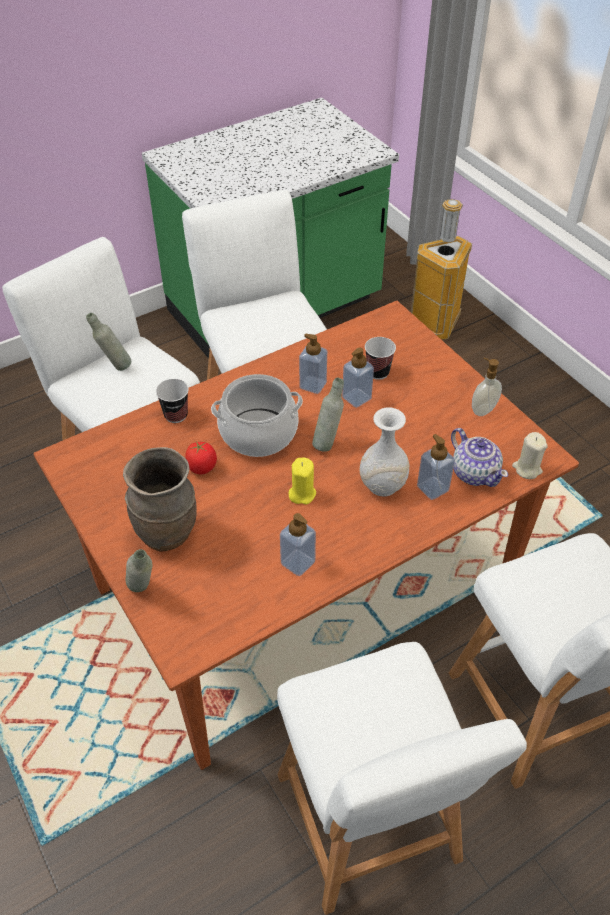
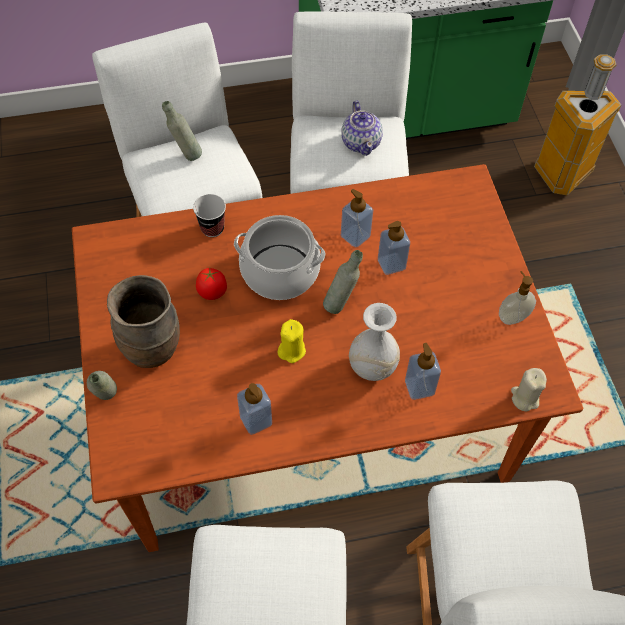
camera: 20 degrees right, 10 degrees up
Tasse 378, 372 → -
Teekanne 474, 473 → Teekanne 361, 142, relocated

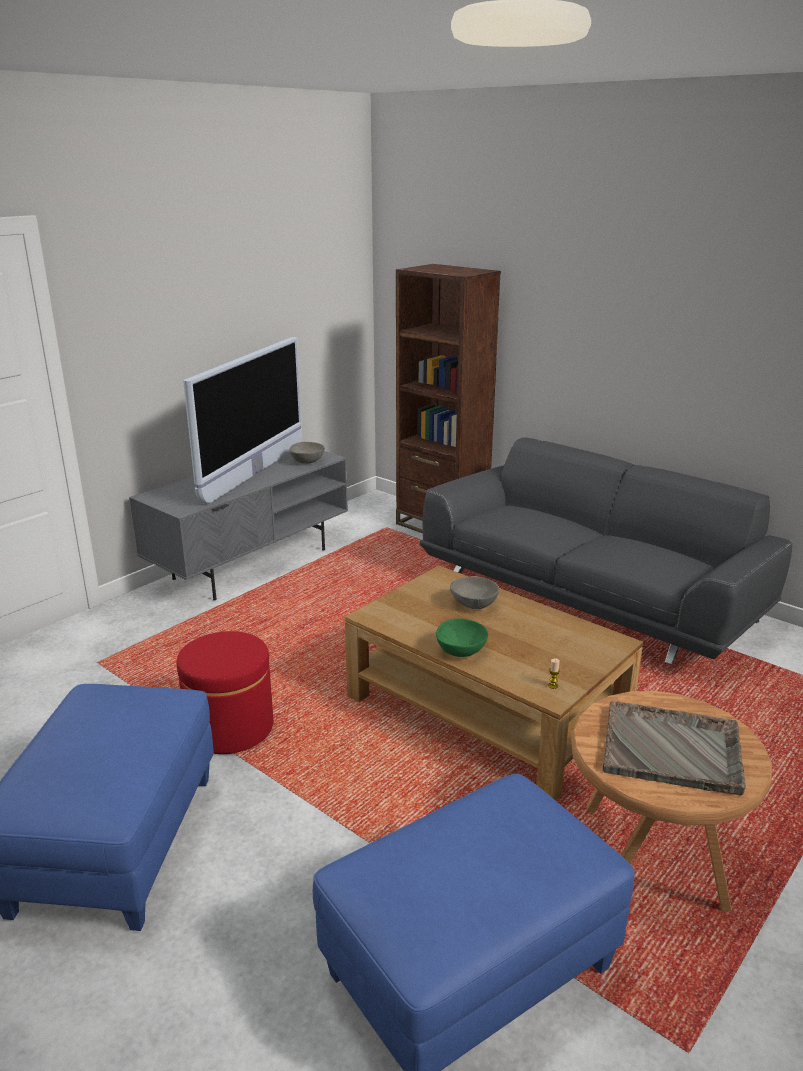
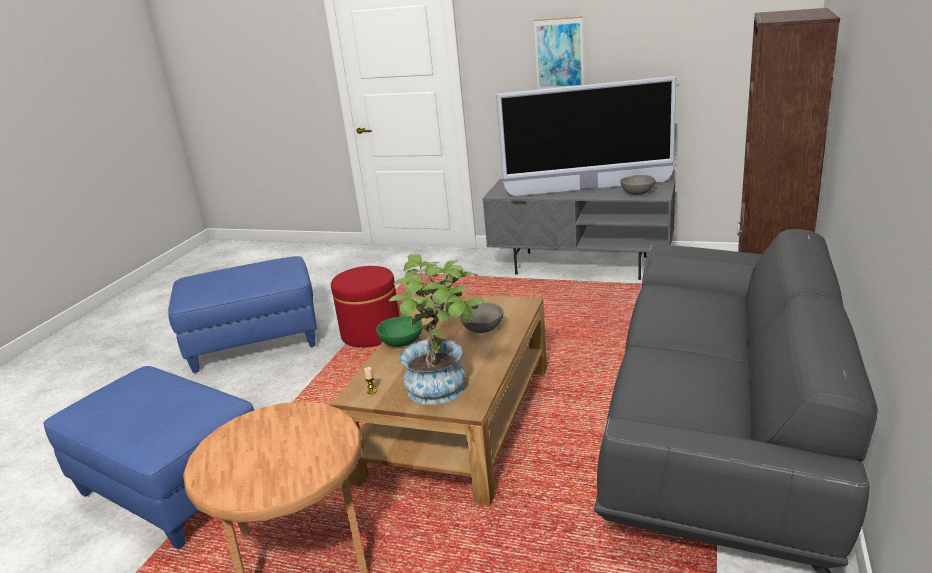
camera: 70 degrees right, 0 degrees up
Tablett/grau 673, 750 → -
- → Topfpflanze 445, 389
- → Bild 559, 56

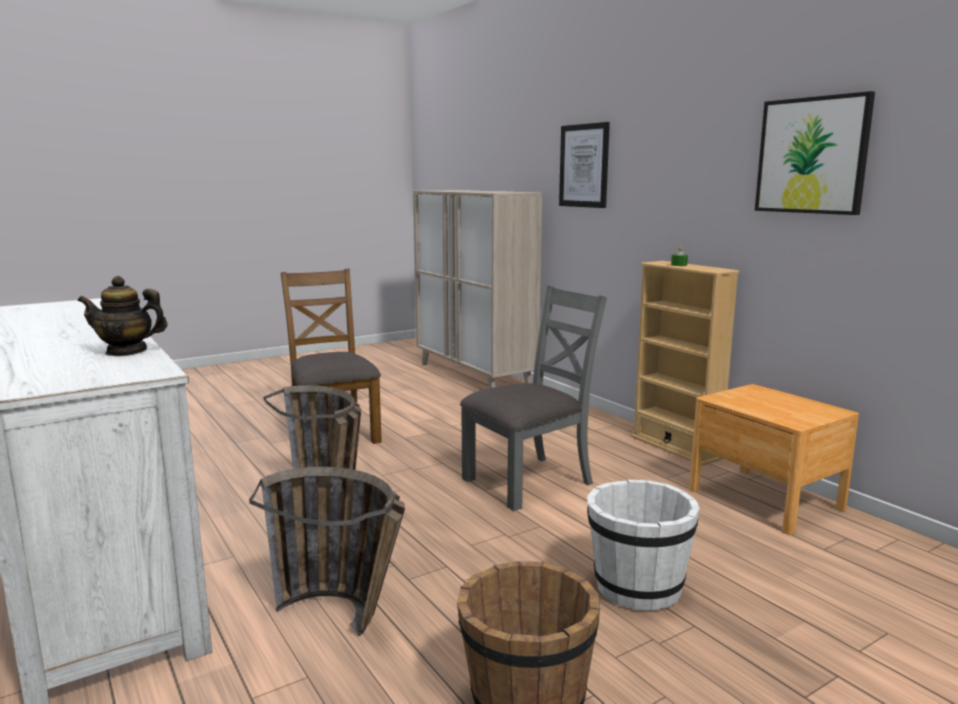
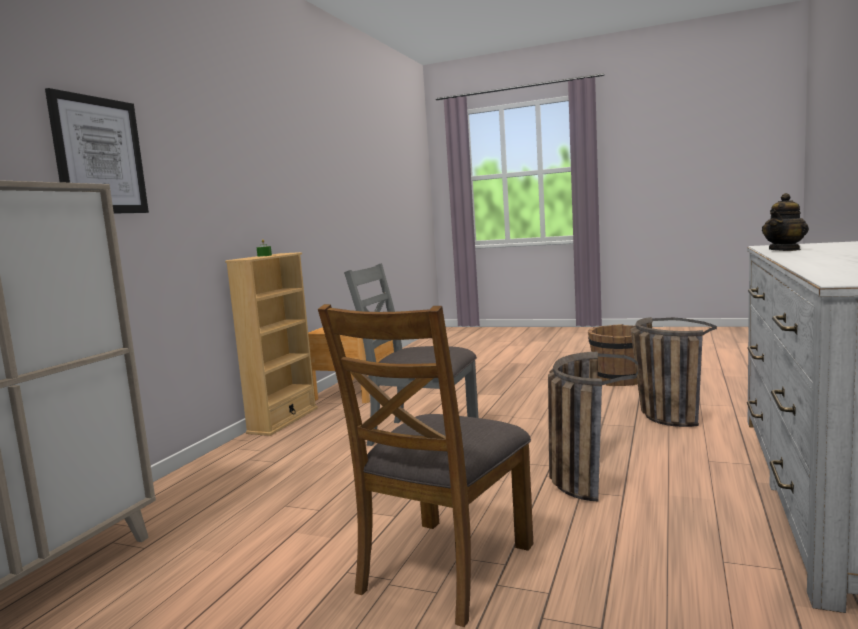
camera: 125 degrees left, 5 degrees down
Teekanne 126, 351 → Teekanne 785, 250, 90 degrees clockwise
Eimer/weiß 637, 587 → -
Bild 812, 155 → -

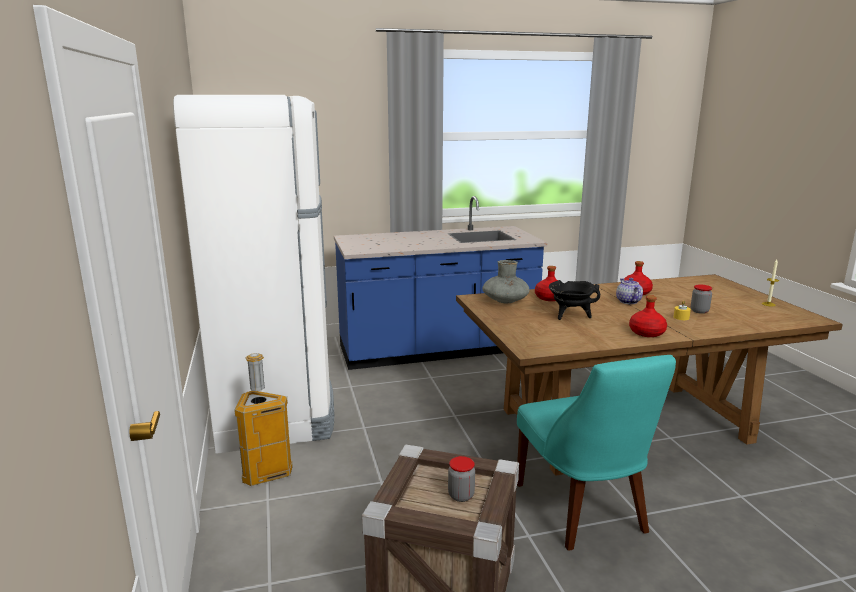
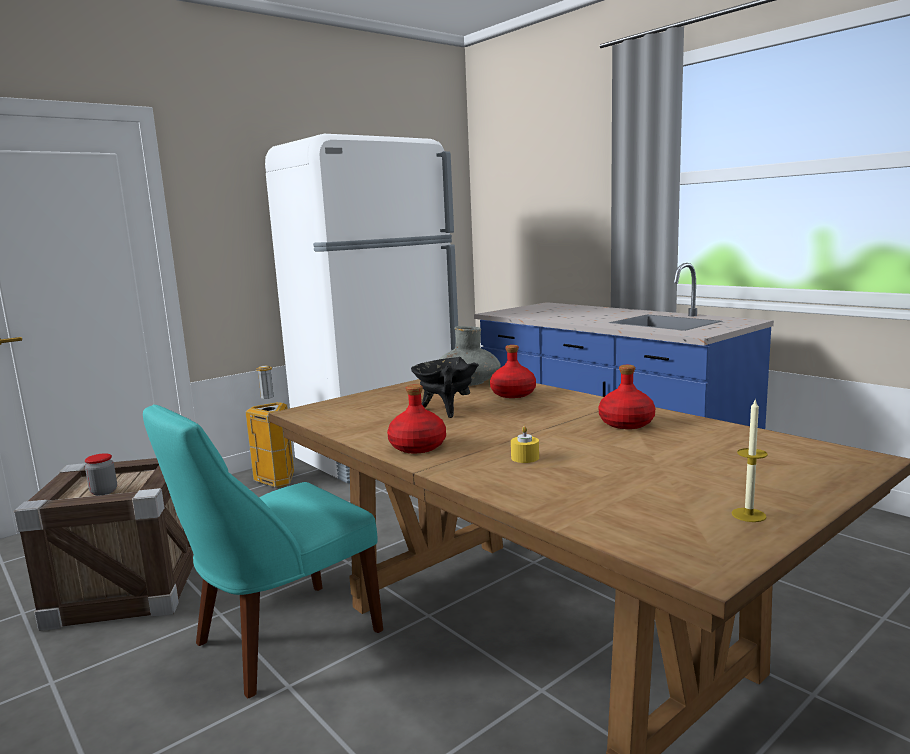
camera: 65 degrees right, 5 degrees down
Teekanne 627, 301 → -
Vorratsglas 699, 311 → -

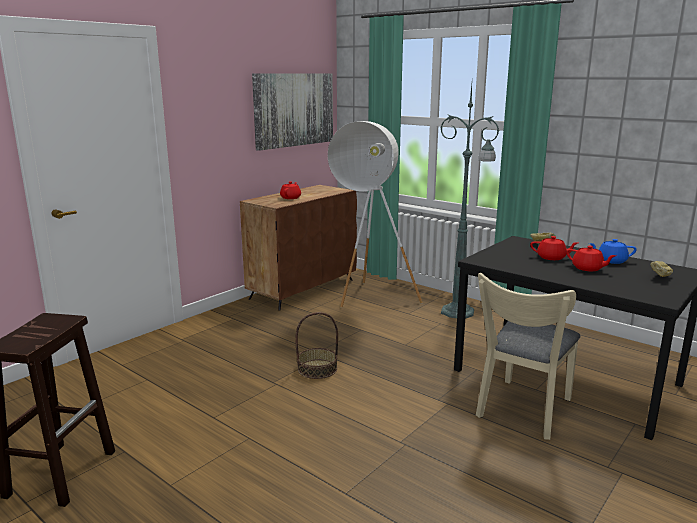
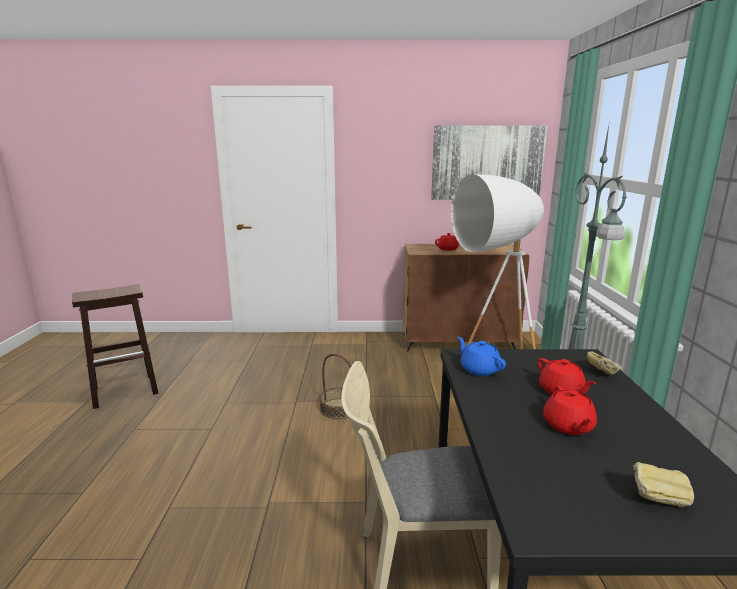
camera: 50 degrees right, 0 degrees up
Teekanne/blau 611, 261 → Teekanne/blau 479, 369, relocated

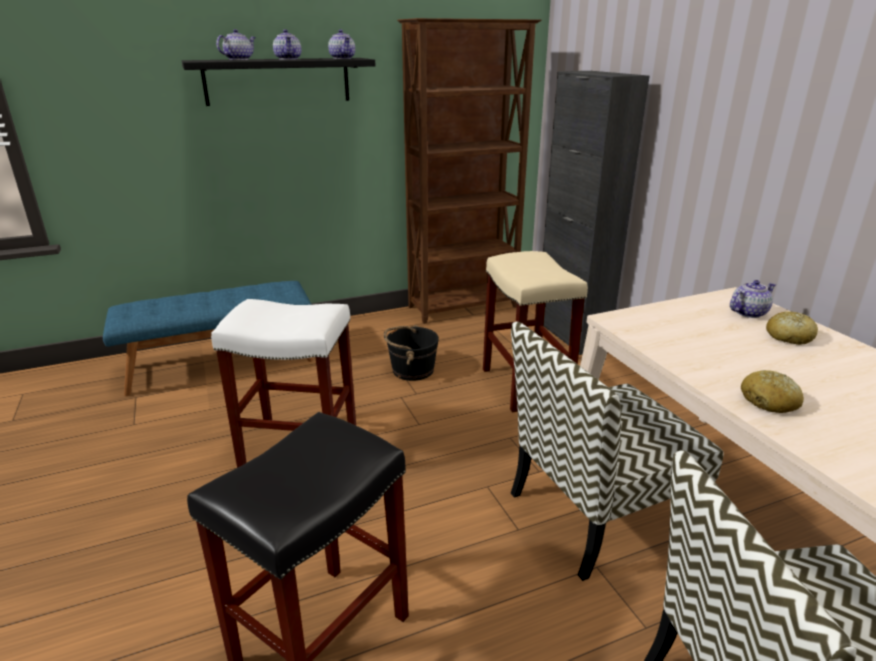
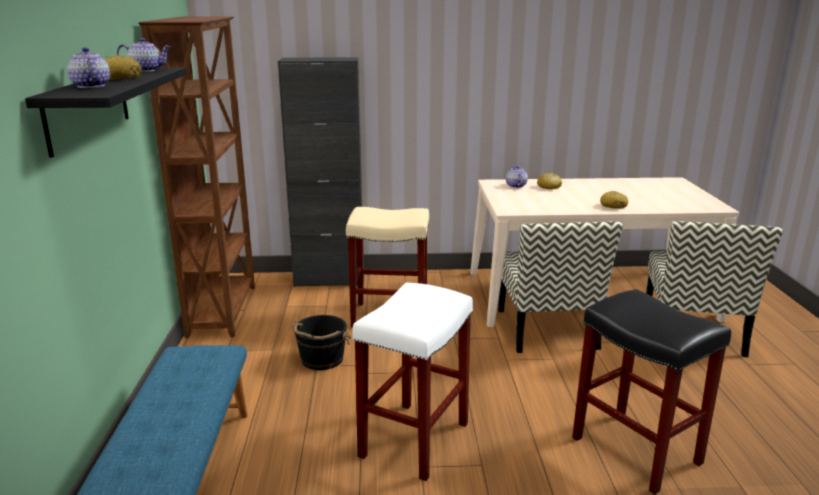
camera: 70 degrees left, 5 degrees down
Teekanne 288, 59 → Brot 121, 78

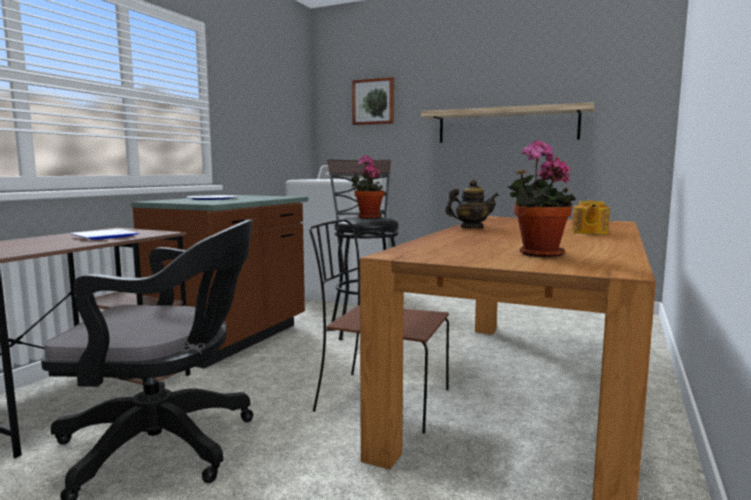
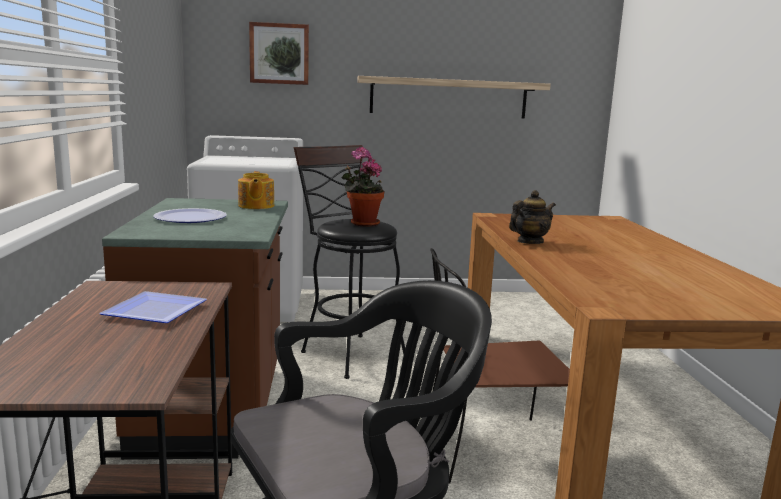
camera: 30 degrees left, 5 degrees up
Topfpflanze 537, 254 → -
Teekanne 589, 232 → Teekanne 255, 206, relocated

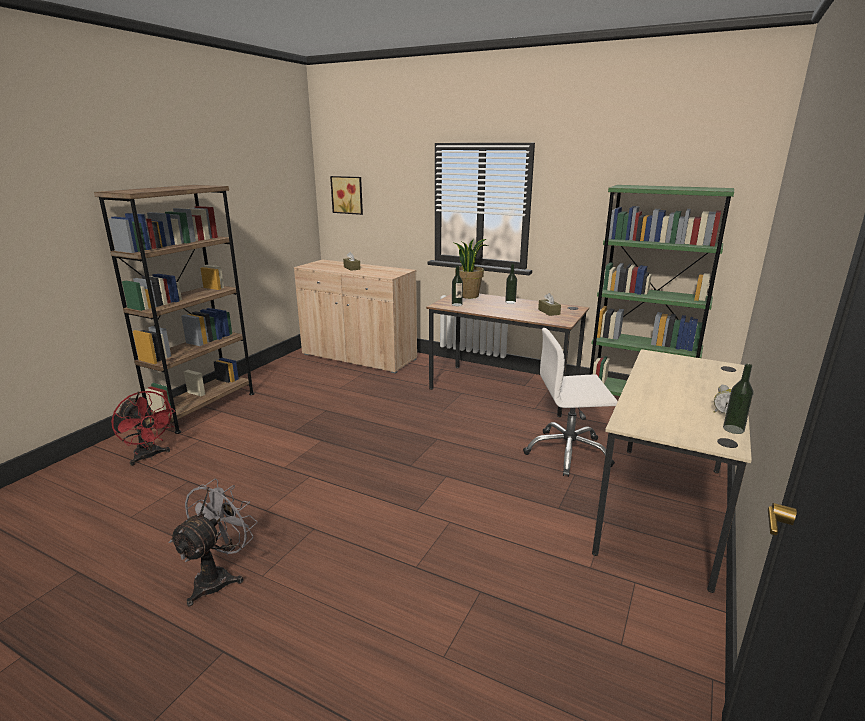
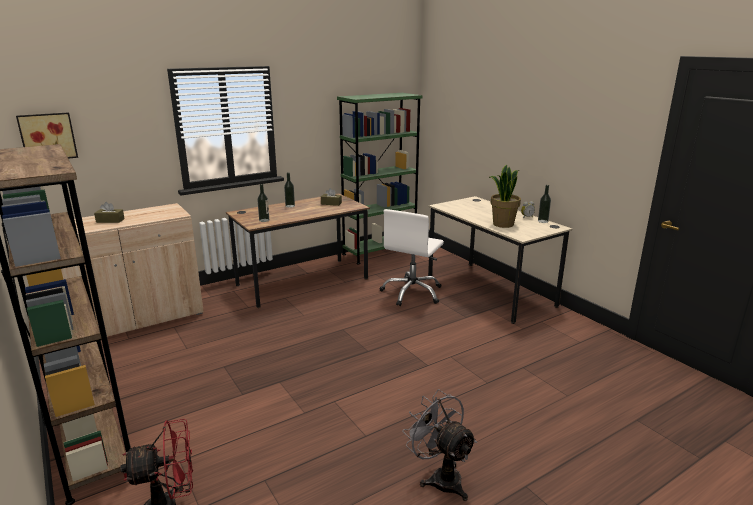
camera: 60 degrees left, 0 degrees up
Topfpflanze 469, 296 → Topfpflanze 503, 224, relocated

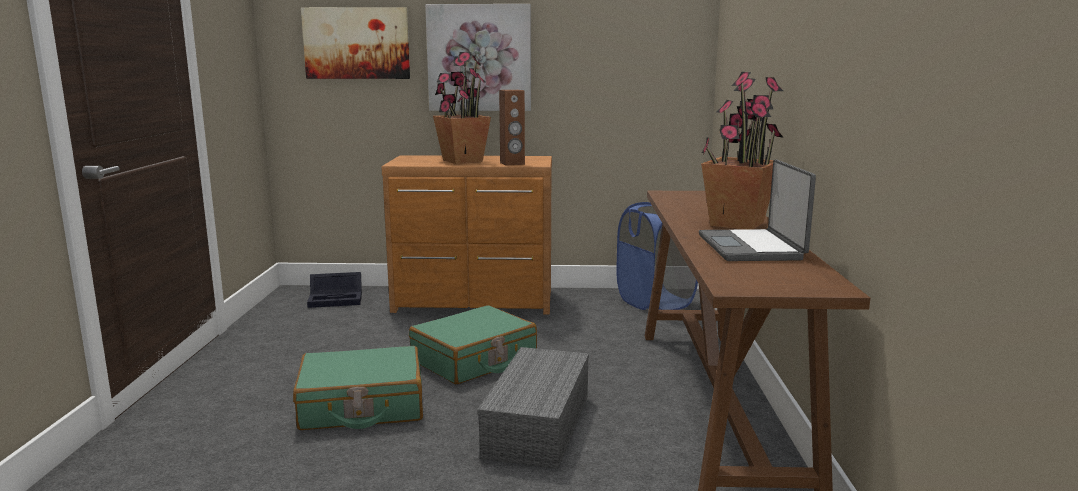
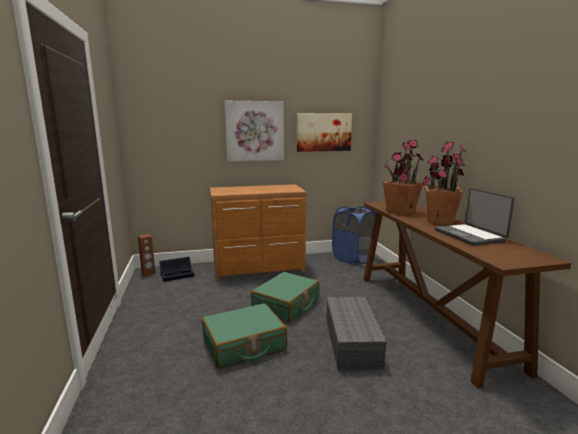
camera: 15 degrees left, 0 degrees up
Bild 357, 43 → Bild 323, 132, relocated
Topfpflanze 462, 161 → Topfpflanze 400, 211, relocated
Lautsprecher/braun 512, 163 → Lautsprecher/braun 148, 273, relocated

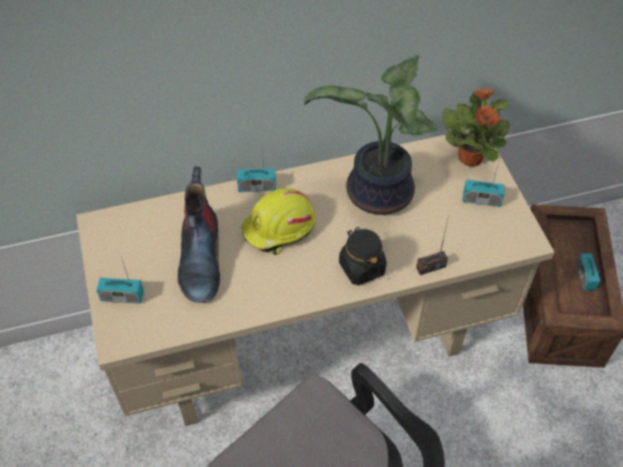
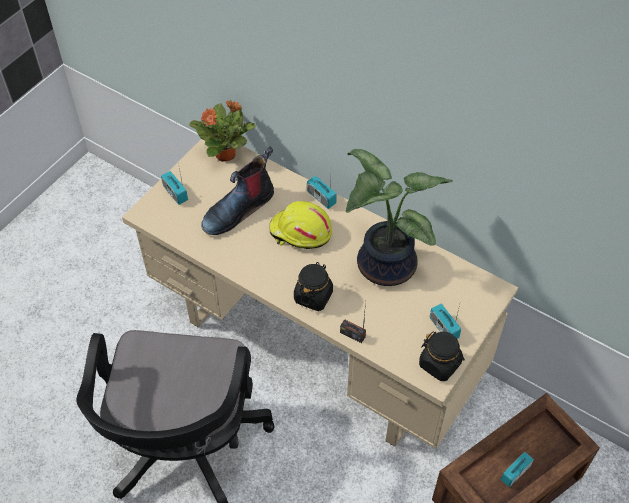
camera: 50 degrees right, 0 degrees up
Topfpflanze 470, 157 → Topfpflanze 226, 154, relocated
- → Vorratsglas/schwarz 440, 364

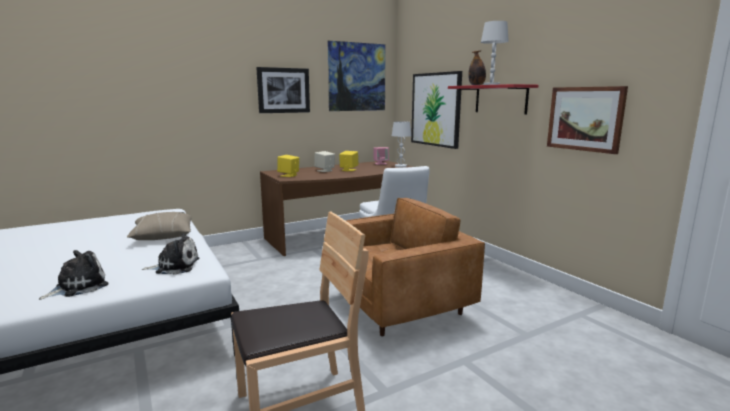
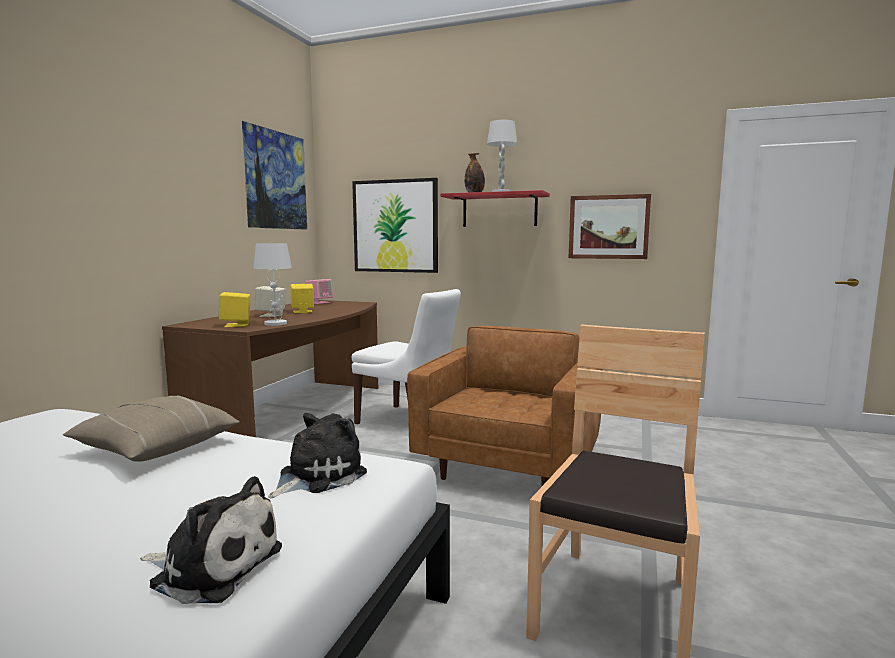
camera: 40 degrees left, 5 degrees down
Plüschtier 78, 287 → Plüschtier 213, 566, 105 degrees clockwise
Bild 283, 90 → -
Tischlampe/weiß 401, 166 → Tischlampe/weiß 276, 323, relocated

